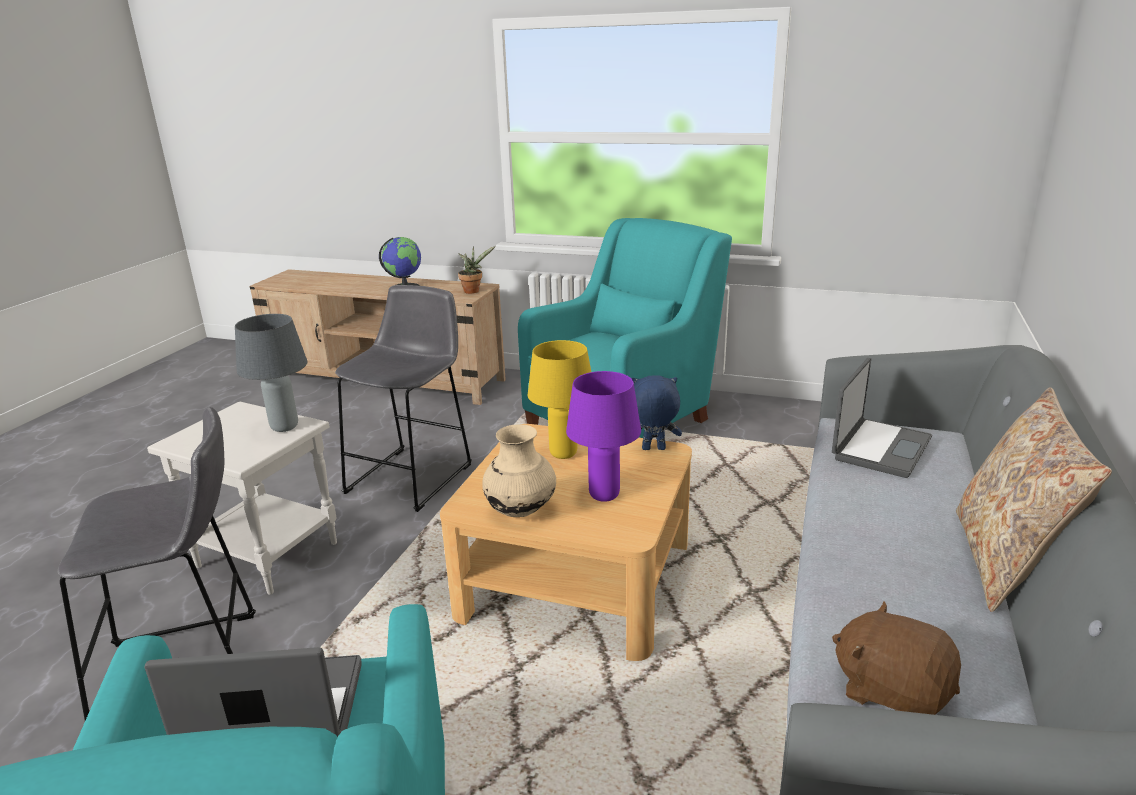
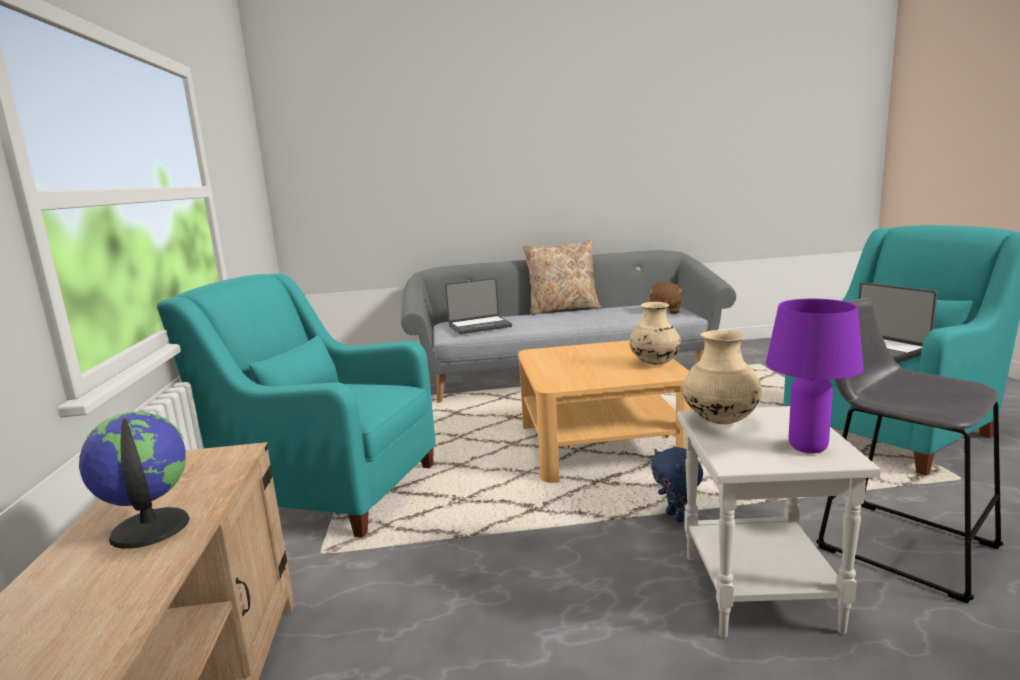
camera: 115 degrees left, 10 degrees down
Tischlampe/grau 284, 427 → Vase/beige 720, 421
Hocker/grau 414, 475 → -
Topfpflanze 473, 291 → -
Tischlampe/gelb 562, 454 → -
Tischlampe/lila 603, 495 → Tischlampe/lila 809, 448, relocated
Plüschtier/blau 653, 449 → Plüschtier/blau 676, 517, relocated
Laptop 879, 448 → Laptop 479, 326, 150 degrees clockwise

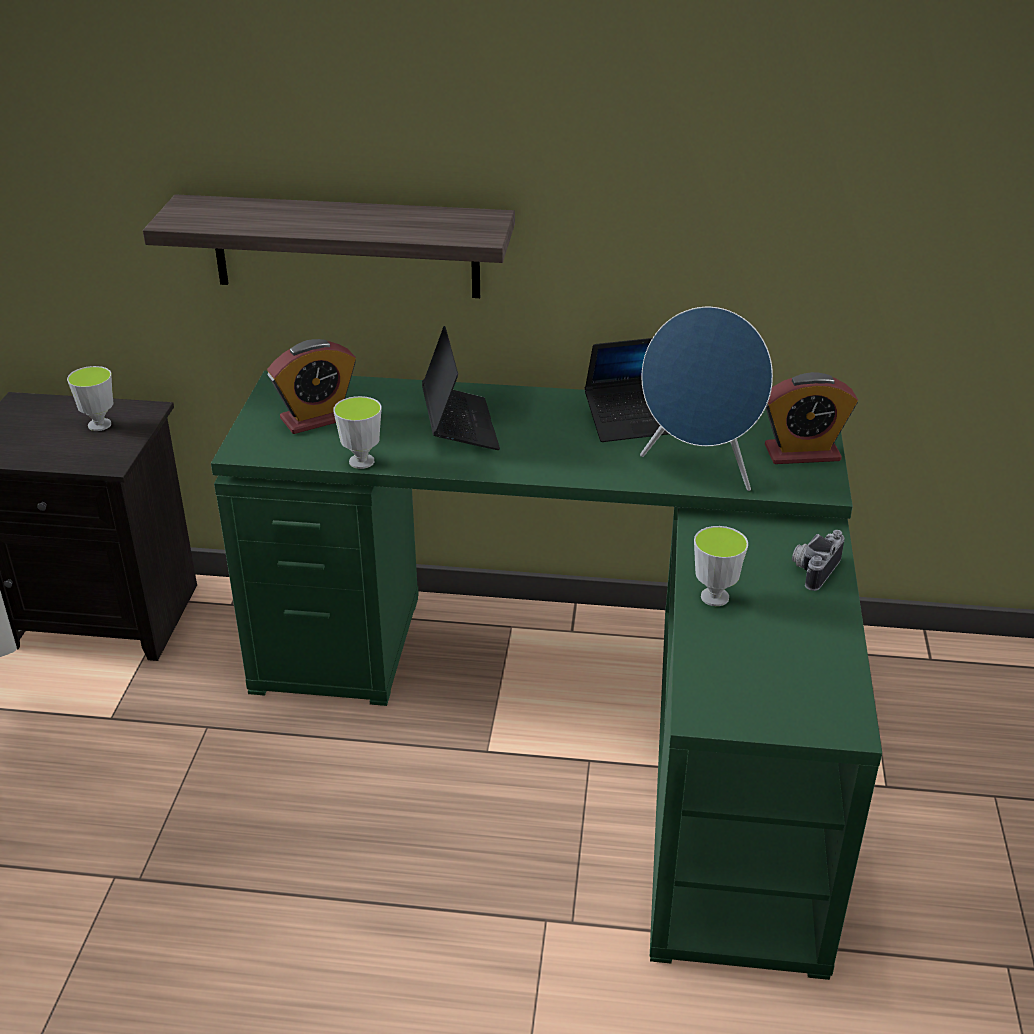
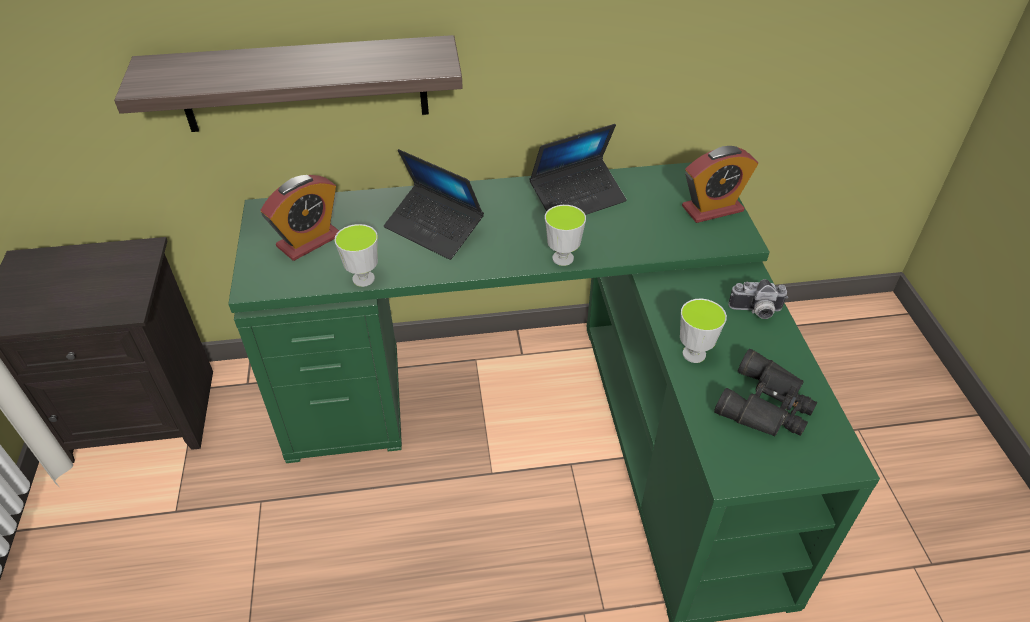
camera: 15 degrees left, 10 degrees up
Tasse 99, 425 → Tasse 563, 258, relocated
Laptop 459, 426 → Laptop 434, 229, 150 degrees clockwise
Lautsprecher/blau 700, 467 → -
Kamera 813, 569 → Kamera 756, 312, 105 degrees counterclockwise
- → Fernglas/schwarz 767, 406

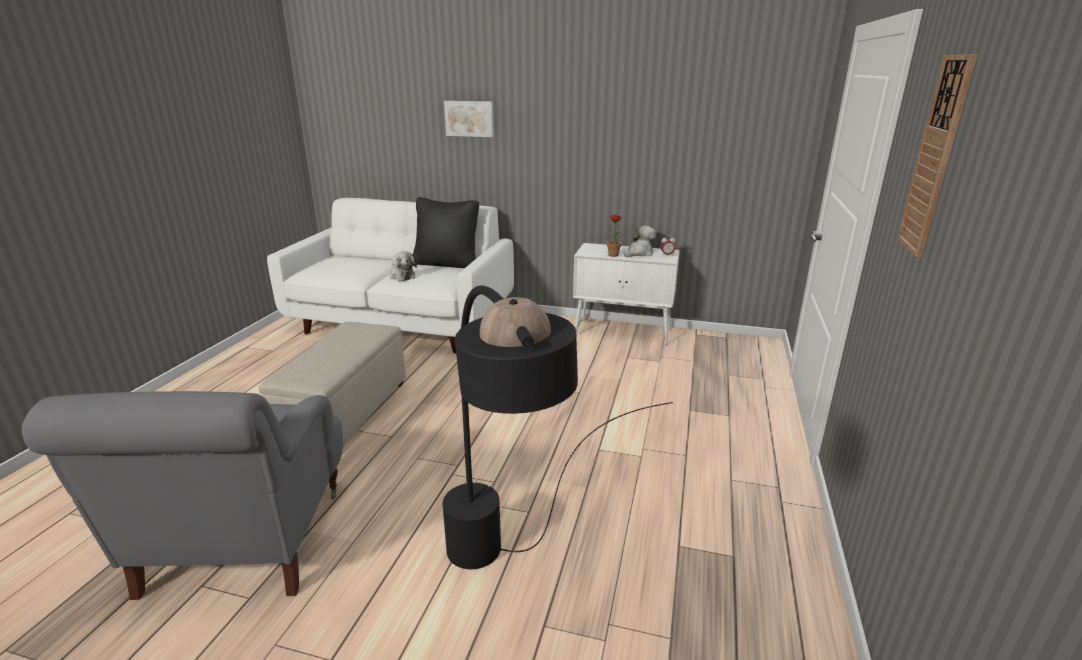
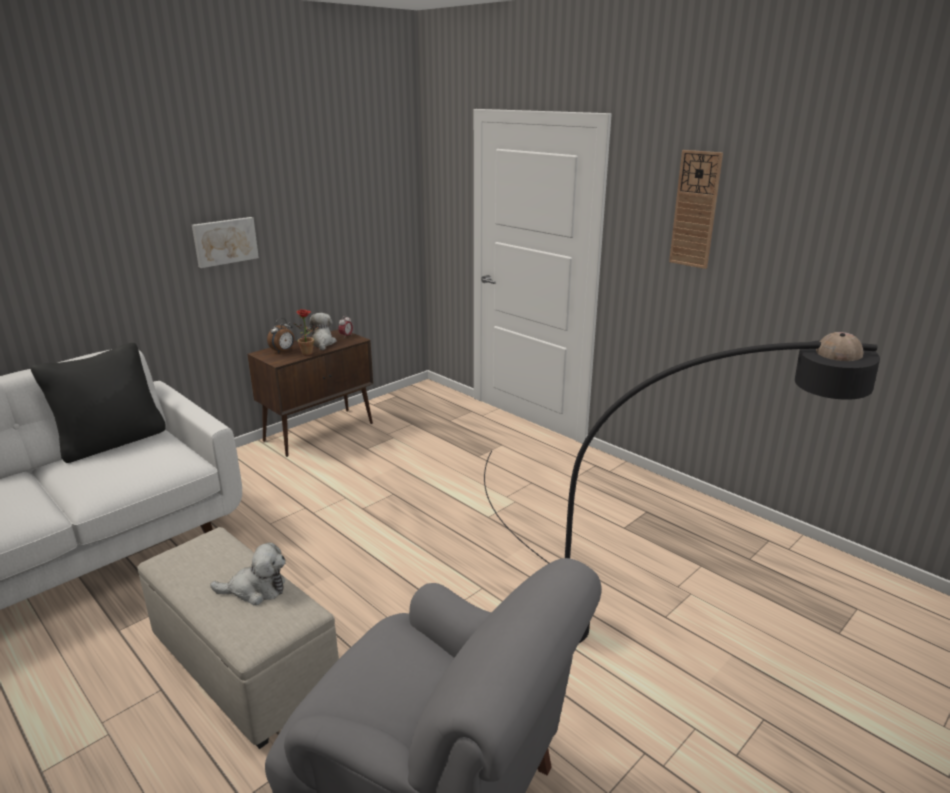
camera: 60 degrees left, 0 degrees up
Plüschtier 402, 276 → Plüschtier 256, 589, relocated
Bild 469, 118 → Bild 224, 241, relocated
Schrank/weiß 623, 332 → Schrank/braun 320, 432
- → Wecker 283, 351

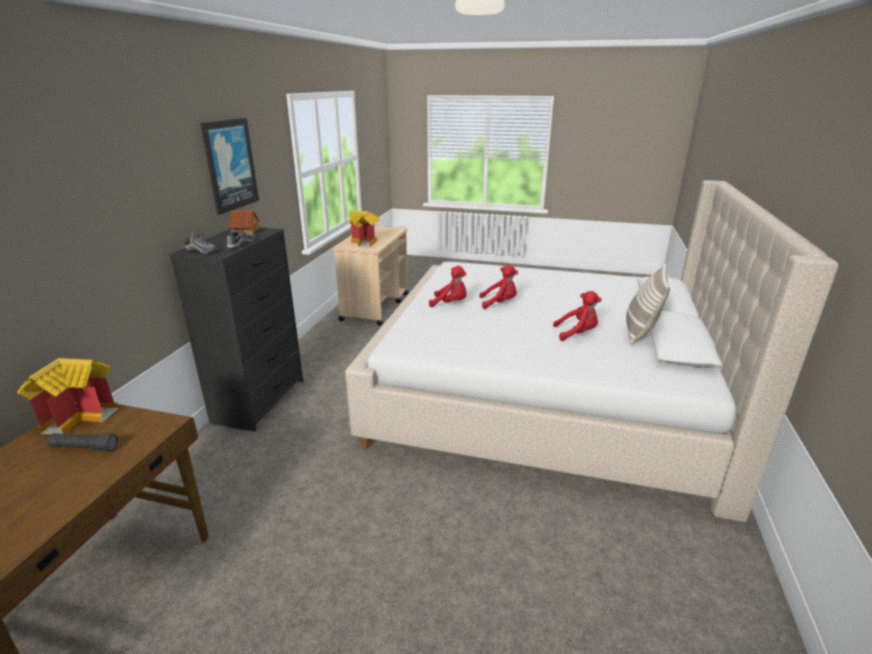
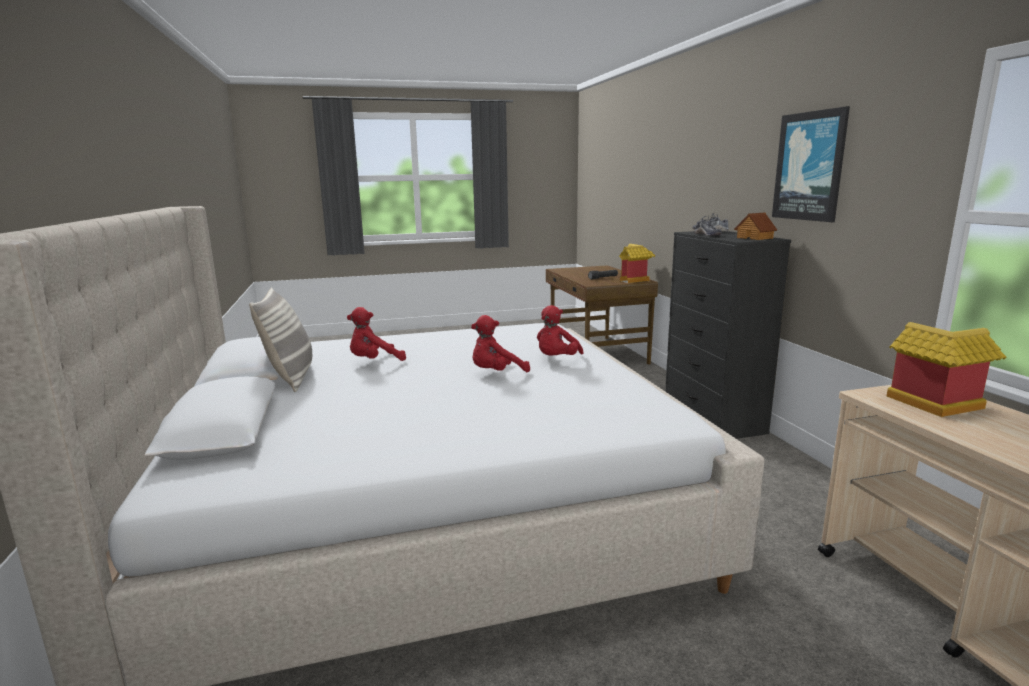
camera: 150 degrees right, 10 degrees down
Plüschtier/rot 450, 303 → Plüschtier/rot 556, 360, 45 degrees counterclockwise

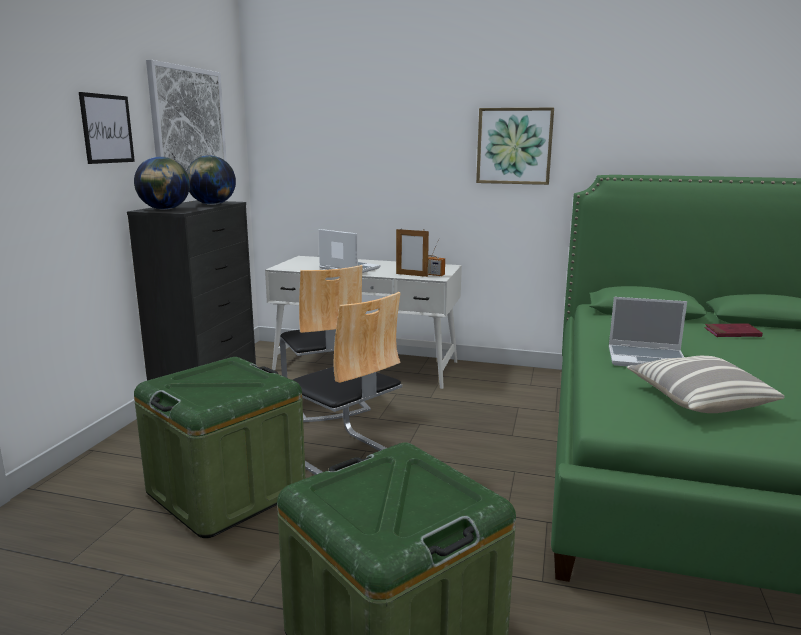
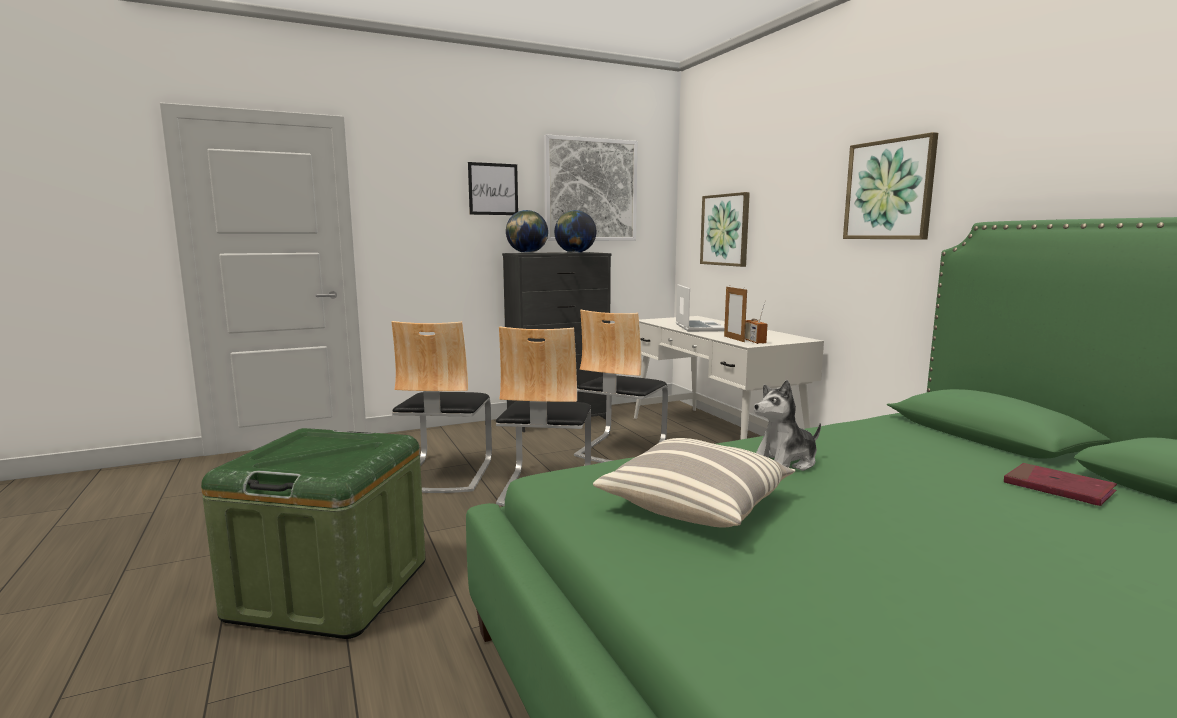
camera: 50 degrees right, 5 degrees down
Aufbewahrungsbox/grün 226, 491 → Stuhl 445, 473
Laptop 647, 359 → Plüschtier 785, 462
- → Bild 725, 230

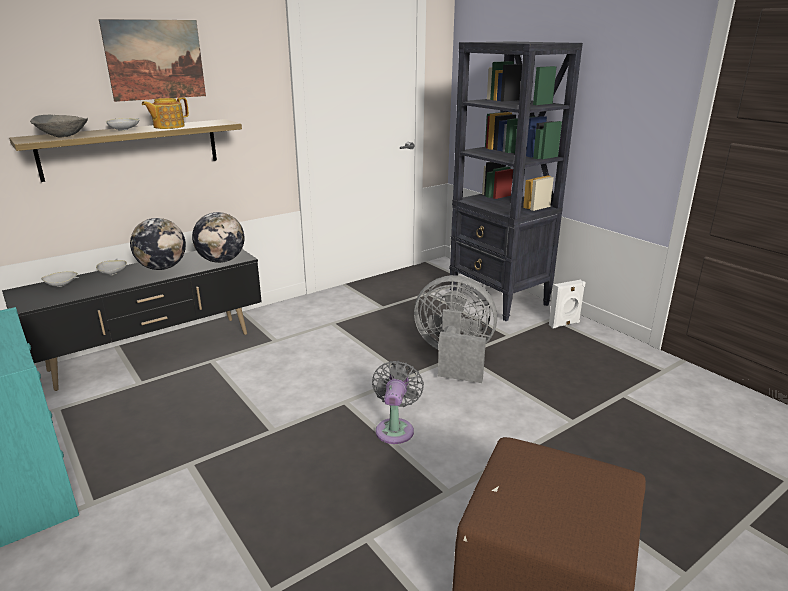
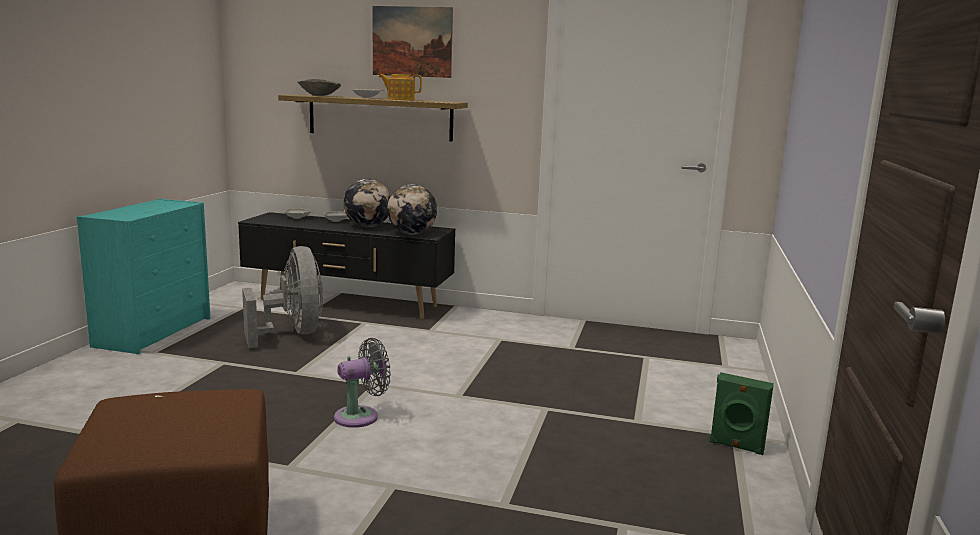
camera: 50 degrees right, 10 degrees down
Ventilator/grau 454, 358 → Ventilator/grau 292, 334, relocated
Bücherregal/schwarz 499, 299 → -
Lautsprecher/weiß 564, 324 → Lautsprecher/grün 736, 446

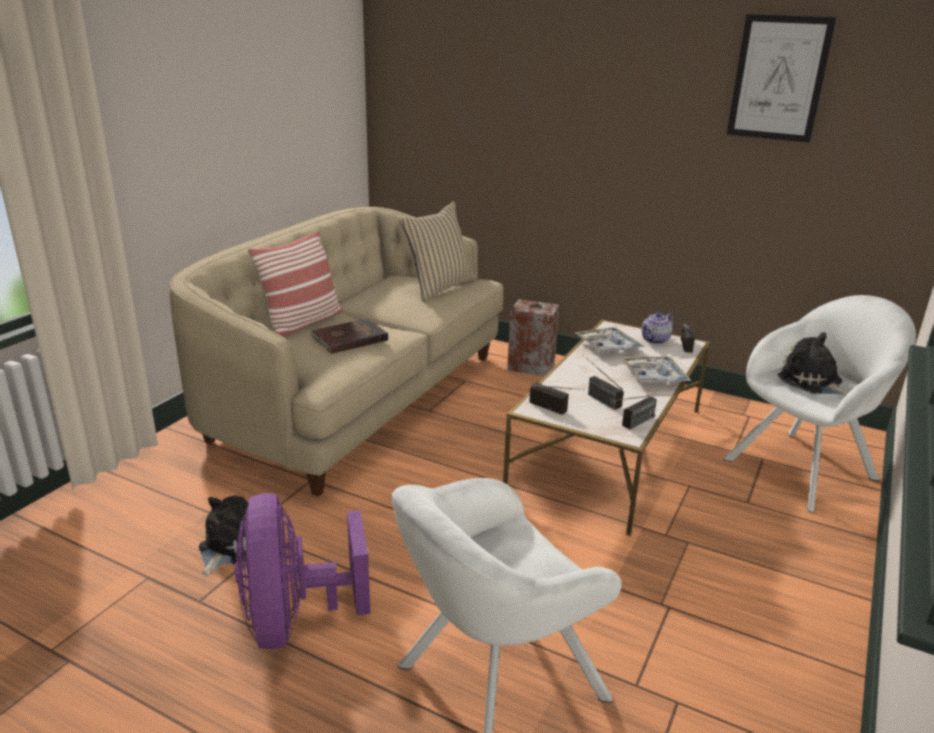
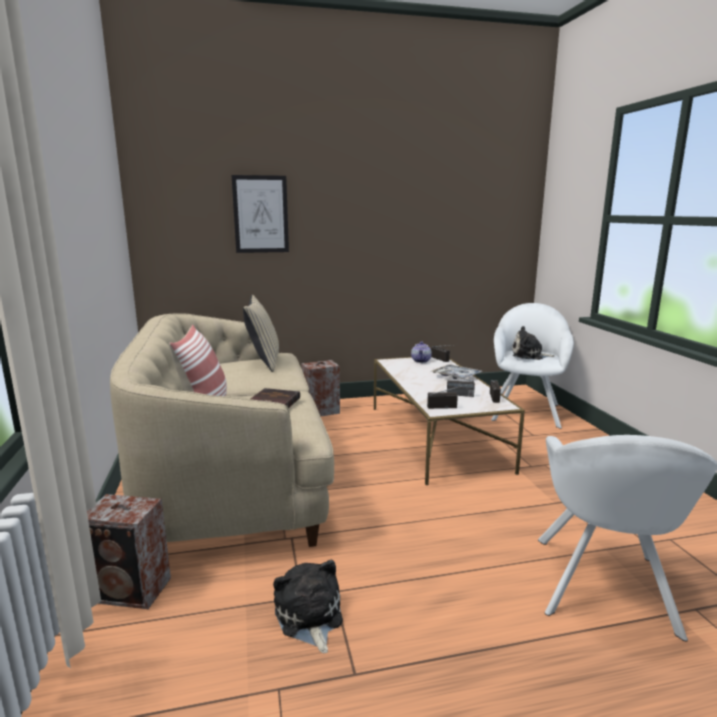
camera: 40 degrees left, 10 degrees down
Ventilator/lila 294, 619 → -
Tablett 608, 346 → -
Bild 778, 78 → Bild 261, 214, relocated
- → Lautsprecher 133, 591

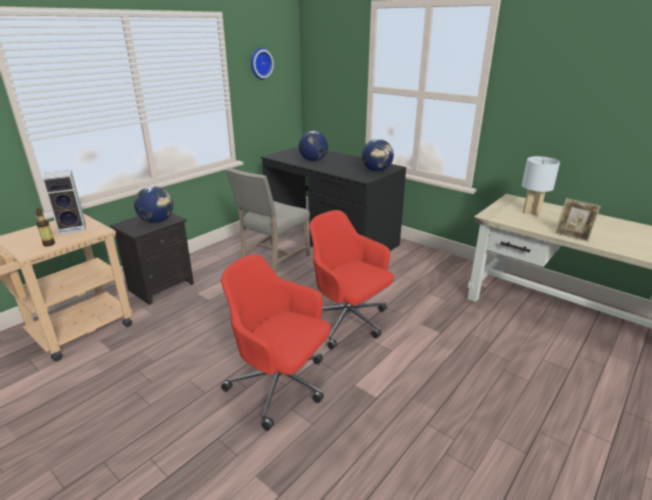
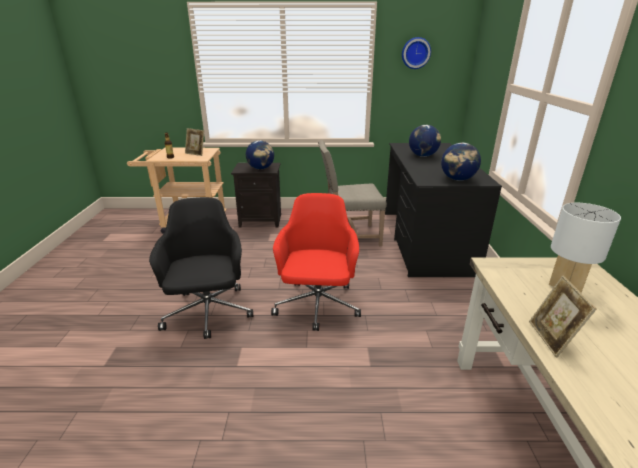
camera: 50 degrees right, 0 degrees up
Lautsprecher 74, 228 → Bilderrahmen 196, 154
Bürostuhl/rot 281, 385 → Bürostuhl/schwarz 208, 313

